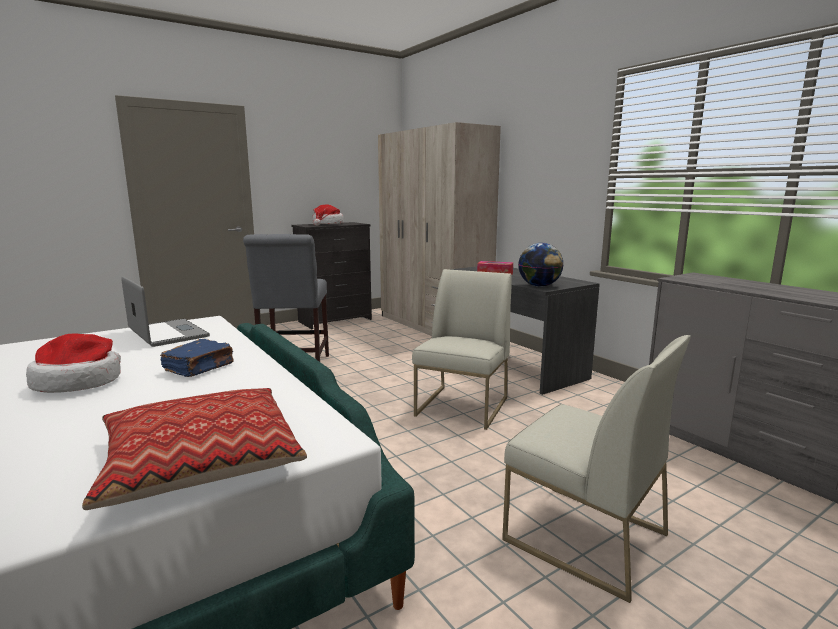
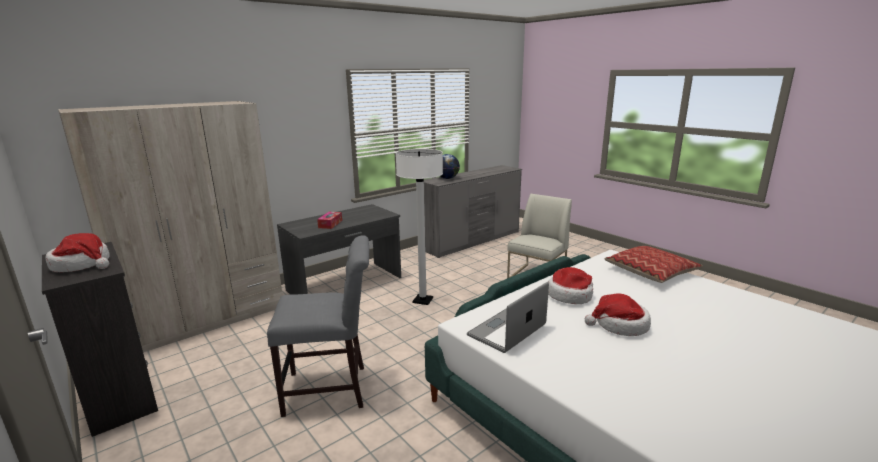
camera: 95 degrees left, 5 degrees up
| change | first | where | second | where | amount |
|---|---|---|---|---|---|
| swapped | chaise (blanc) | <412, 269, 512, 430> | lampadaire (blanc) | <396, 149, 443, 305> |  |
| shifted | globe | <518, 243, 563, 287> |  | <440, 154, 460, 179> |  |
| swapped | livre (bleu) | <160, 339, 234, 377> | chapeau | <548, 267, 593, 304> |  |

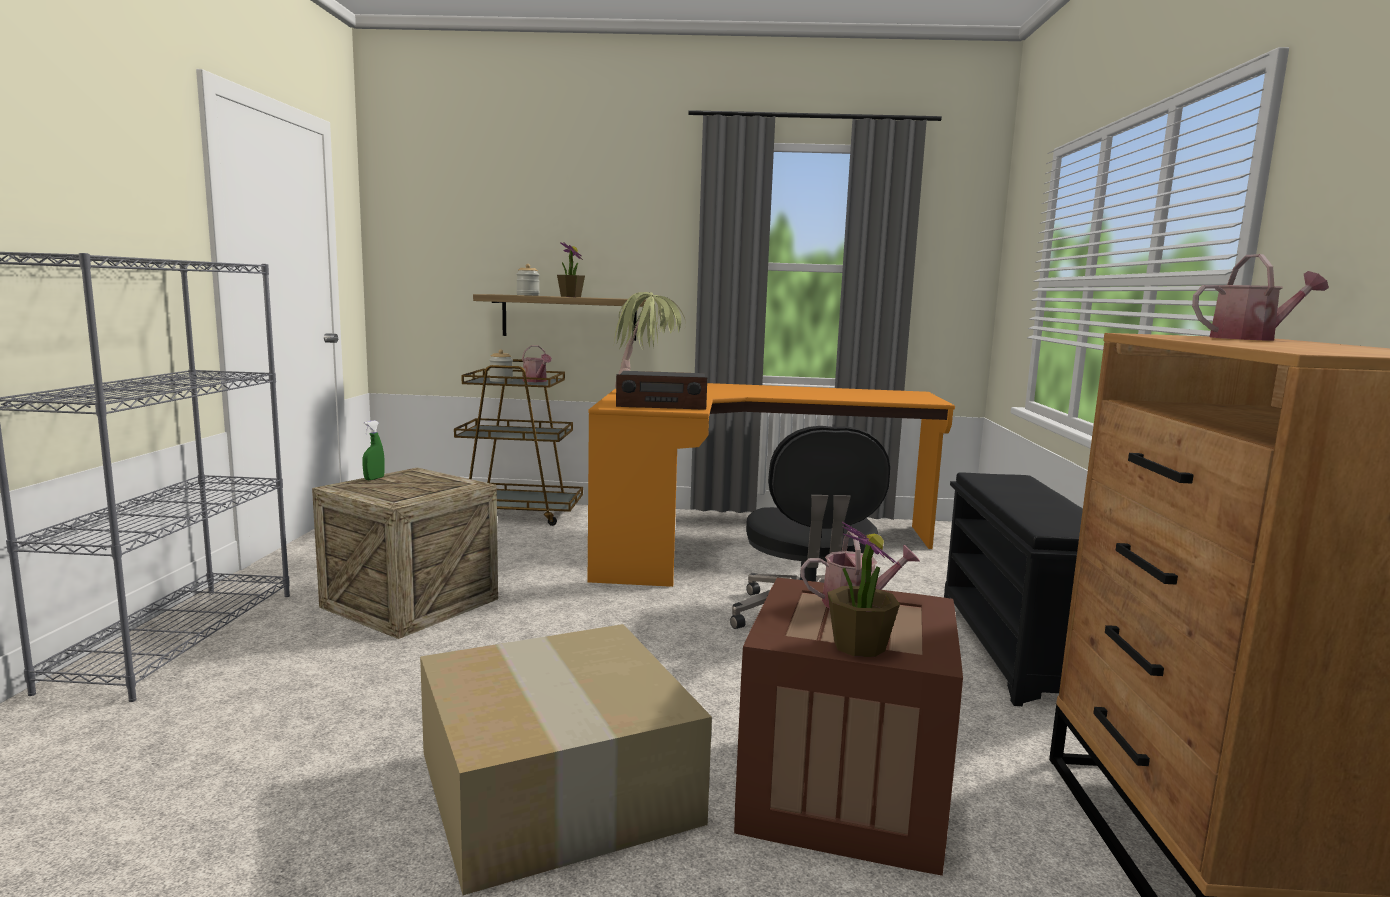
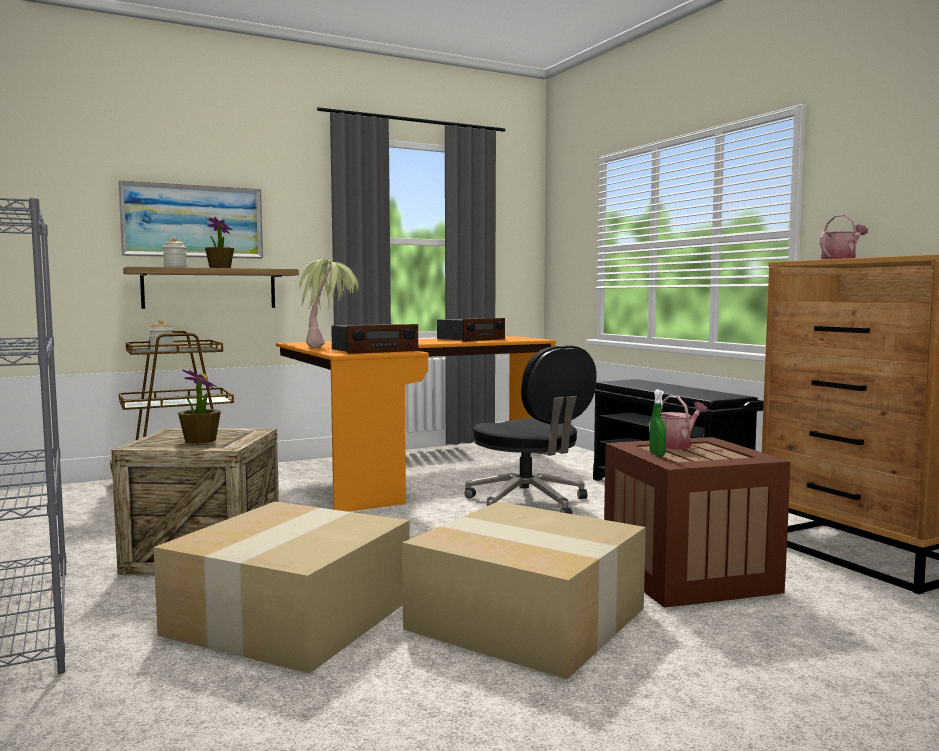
camera: 30 degrees left, 5 degrees down
| change | first | where | second | where | amount |
|---|---|---|---|---|---|
| new |  |  | tableau | <118, 180, 263, 259> |  |
| new |  |  | carton | <154, 502, 410, 674> |  |
| shifted | plante en pot | <827, 522, 900, 657> |  | <178, 370, 221, 444> |  |
| new |  |  | radio | <437, 318, 505, 342> |  |
| shifted | vaporisateur (vert) | <363, 420, 385, 480> |  | <649, 390, 666, 456> |  |
| gone | arrosoir | <522, 346, 552, 382> |  |  |  |

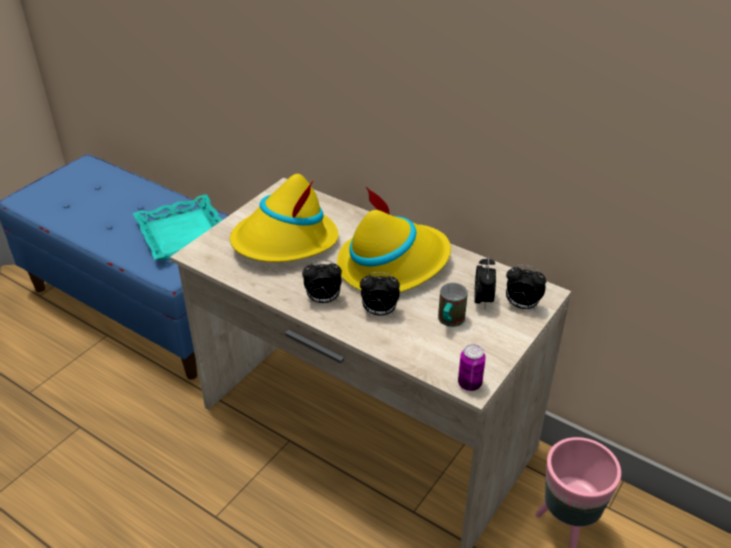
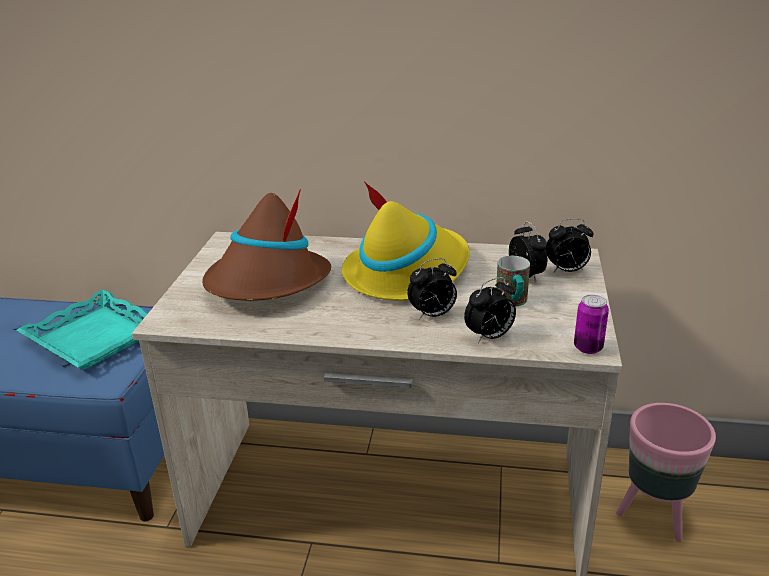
camera: 25 degrees left, 10 degrees down
| change | first | where | second | where | amount |
|---|---|---|---|---|---|
| repainted | chapeau (jaune) | <230, 174, 338, 262> | chapeau (marron) | <202, 188, 331, 301> |  |
| shifted | réveil | <302, 260, 342, 303> |  | <464, 277, 516, 343> |  |

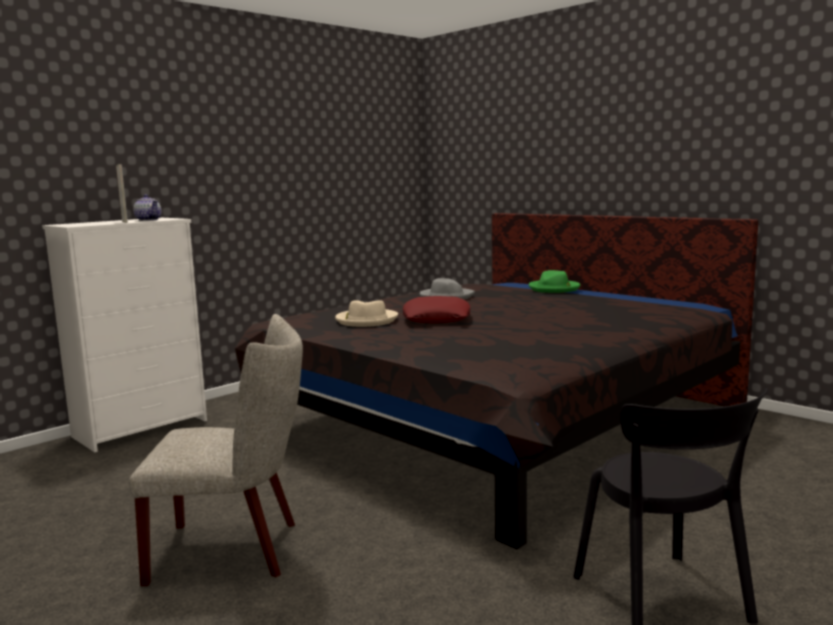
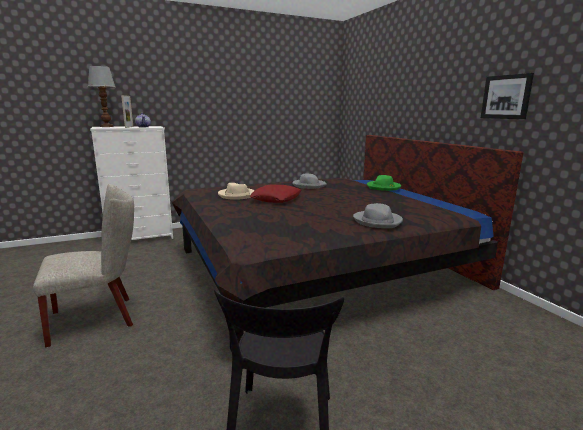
camera: 20 degrees right, 5 degrees up
| change | first | where | second | where | amount |
|---|---|---|---|---|---|
| rotated | chaise (beige) | <129, 314, 303, 586> |  | <33, 184, 134, 348> | 45 degrees counterclockwise |
| new |  |  | lampe de table | <88, 66, 115, 127> |  |
| new |  |  | chapeau (gris) | <353, 203, 403, 228> |  |
| new |  |  | tableau | <481, 73, 534, 119> |  |

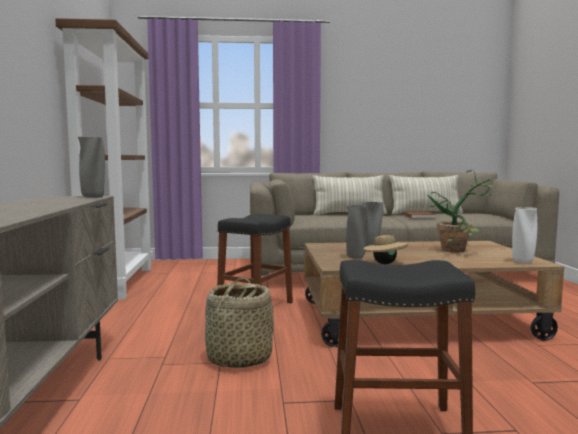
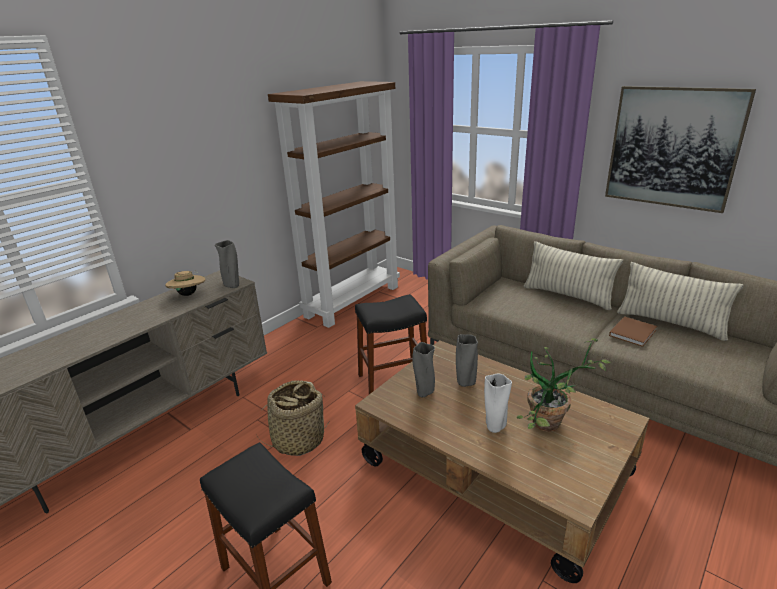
camera: 45 degrees right, 20 degrees up
| change | first | where | second | where | amount |
|---|---|---|---|---|---|
| shifted | chapeau (beige) | <363, 233, 408, 264> |  | <165, 270, 205, 296> |  |
| shifted | vase (blanc) | <512, 207, 537, 263> |  | <484, 374, 512, 433> |  |
| new |  |  | tableau | <605, 86, 756, 213> |  |

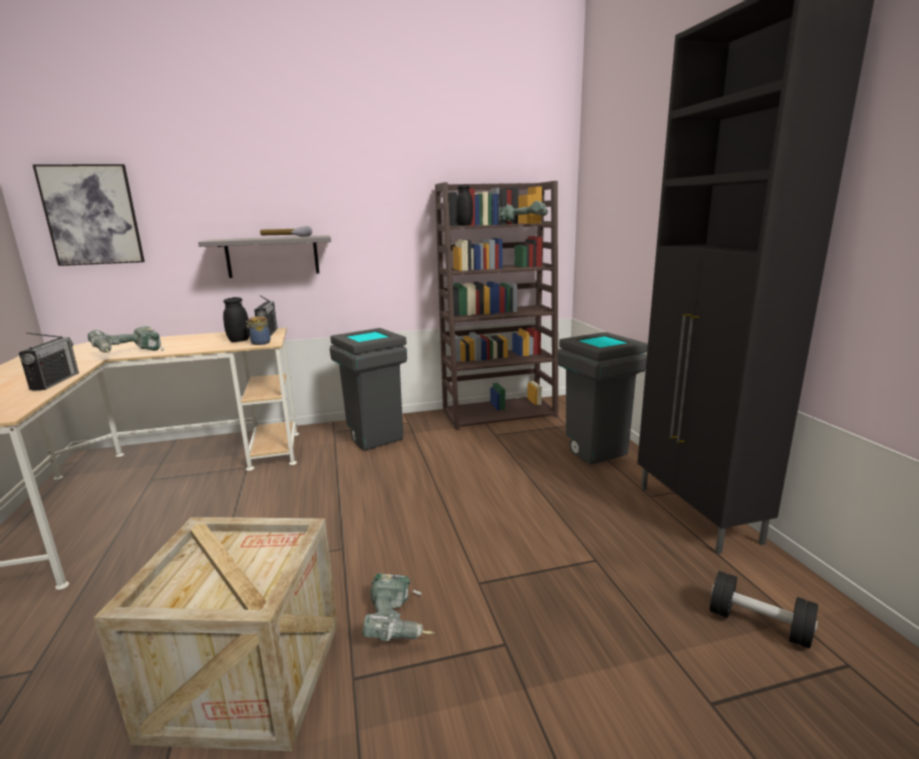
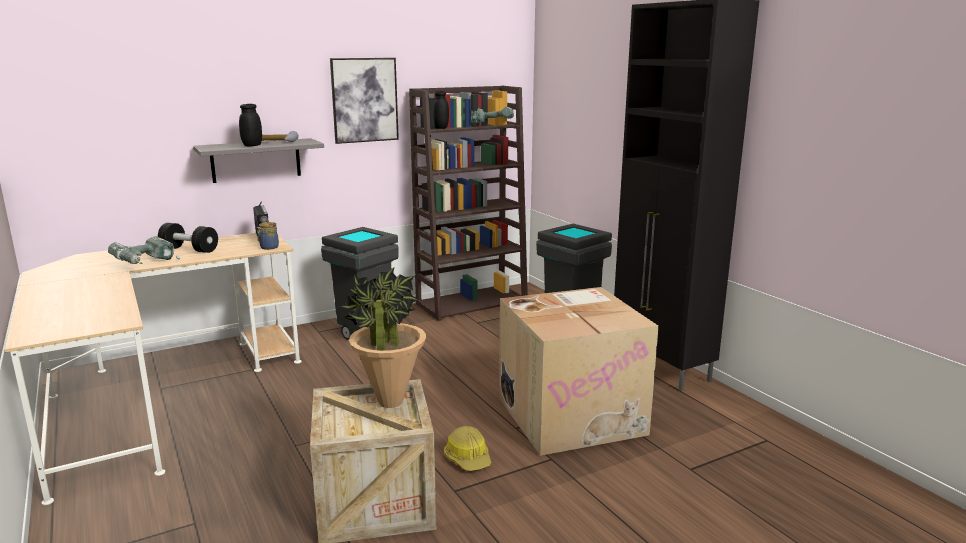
camera: 15 degrees left, 0 degrees up
| change | first | where | second | where | amount |
|---|---|---|---|---|---|
| shifted | haltère (noir) | <710, 571, 818, 649> |  | <158, 223, 218, 253> |  |
| shifted | bocal (noir) | <223, 297, 250, 342> |  | <239, 104, 262, 146> |  |
| shifted | tableau | <33, 164, 145, 266> |  | <330, 58, 399, 144> |  |
| new |  |  | plante en pot | <340, 267, 426, 408> |  |
| swapped | perceuse | <362, 574, 435, 641> | casque de chantier | <444, 426, 492, 471> |  |
| new |  |  | carton | <499, 287, 659, 456> |  |
| gone | radio | <19, 332, 79, 391> |  |  |  |

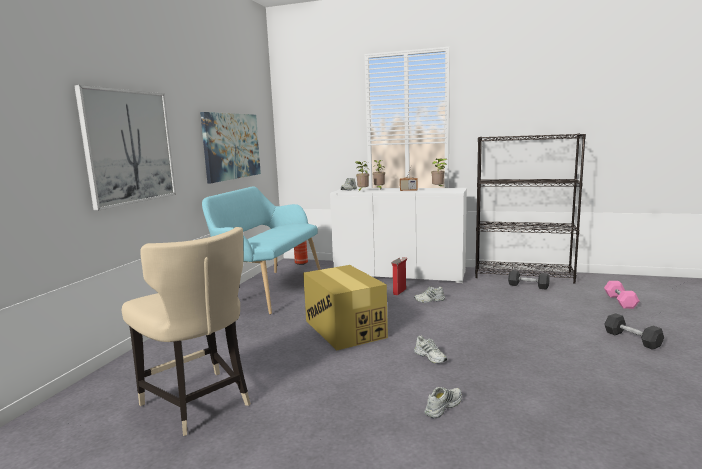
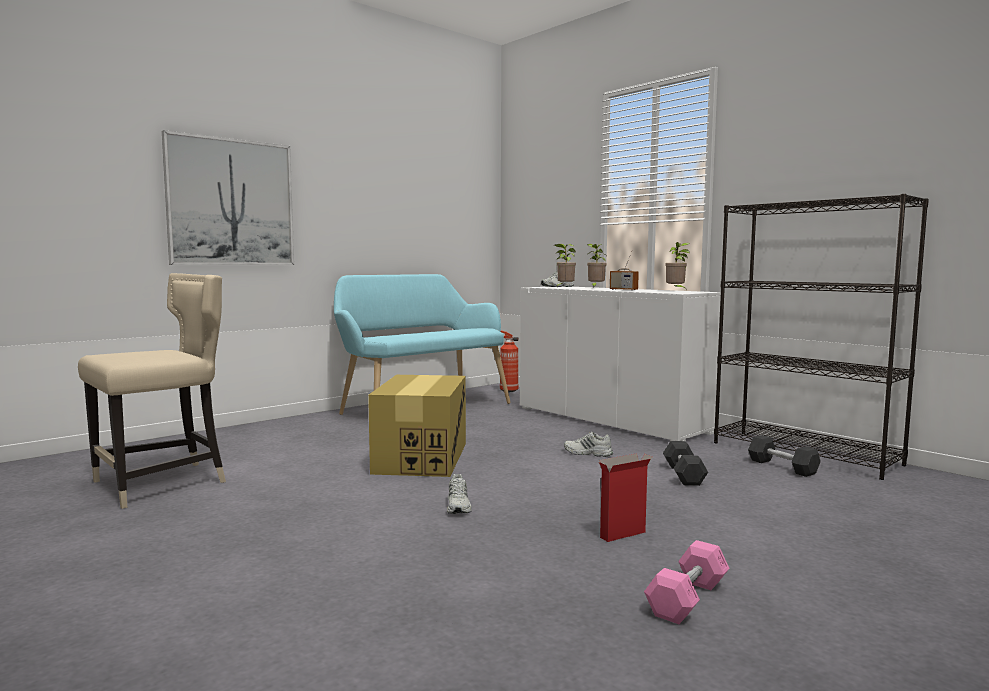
camera: 30 degrees right, 5 degrees down
| change | first | where | second | where | amount |
|---|---|---|---|---|---|
| rotated | chaise (beige) | <122, 227, 251, 436> |  | <78, 273, 226, 509> | 120 degrees counterclockwise |
| shifted | carton | <391, 257, 407, 295> |  | <599, 454, 652, 542> |  |
| shifted | haltère (rose) | <604, 281, 639, 309> |  | <644, 540, 729, 624> |  |
| shifted | haltère (gris) | <605, 313, 664, 350> |  | <663, 441, 708, 486> |  |
| gone | tableau | <200, 112, 261, 183> |  |  |  |
| gone | chaussure (blanc) | <424, 387, 462, 418> |  |  |  |

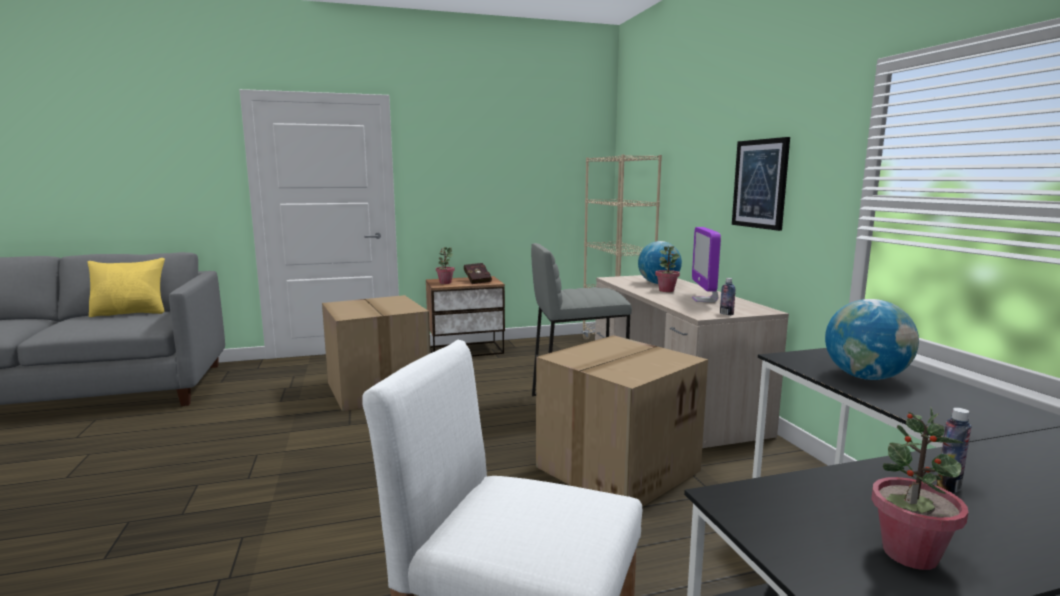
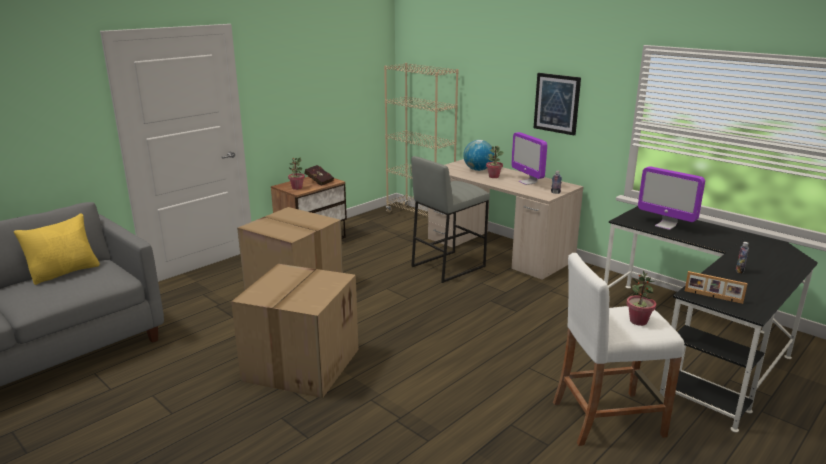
camera: 30 degrees left, 10 degrees up
| change | first | where | second | where | amount |
|---|---|---|---|---|---|
| shifted | carton | <536, 335, 708, 507> |  | <231, 264, 359, 398> |  |
| shifted | plante en pot | <871, 407, 968, 570> |  | <626, 271, 656, 326> |  |
| swapped | globe | <825, 299, 919, 380> | écran d'ordinateur | <638, 166, 705, 230> |  |
| new |  |  | cadre photo | <685, 271, 748, 304> |  |

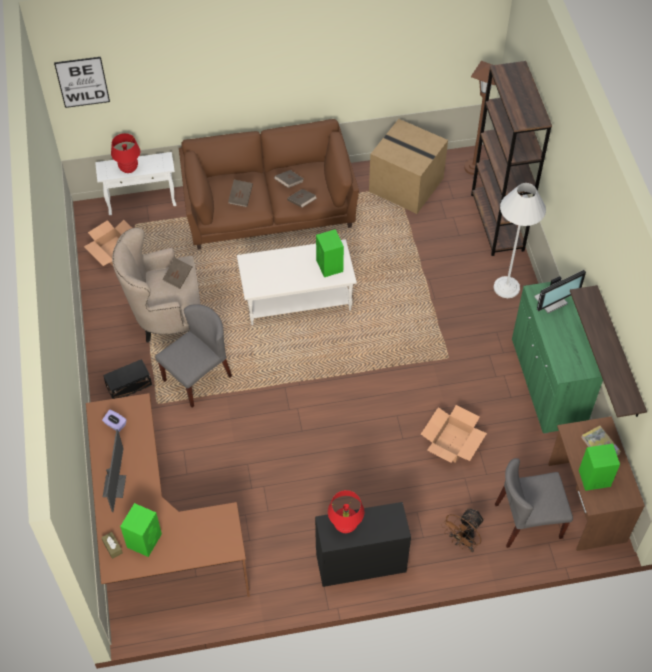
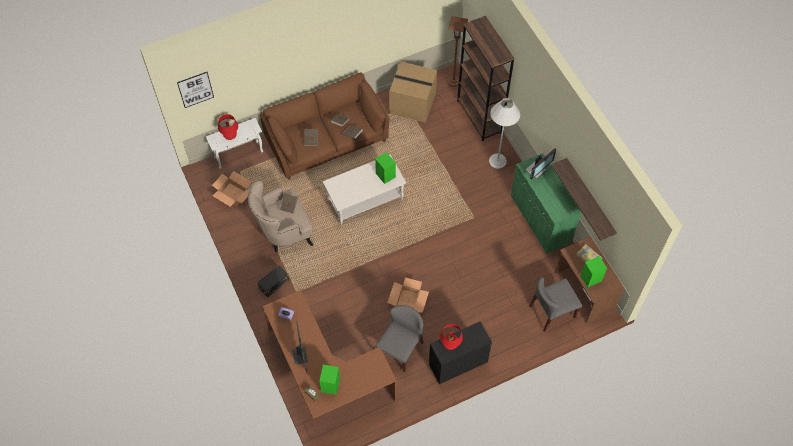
camera: 15 degrees left, 5 degrees up
| change | first | where | second | where | amount |
|---|---|---|---|---|---|
| shifted | chaise (gris) | <155, 304, 232, 407> |  | <375, 305, 424, 372> |  |
| shifted | carton | <421, 405, 487, 463> |  | <387, 277, 429, 313> |  |
| gone | ventilateur (marron) | <441, 508, 484, 552> |  |  |  |

